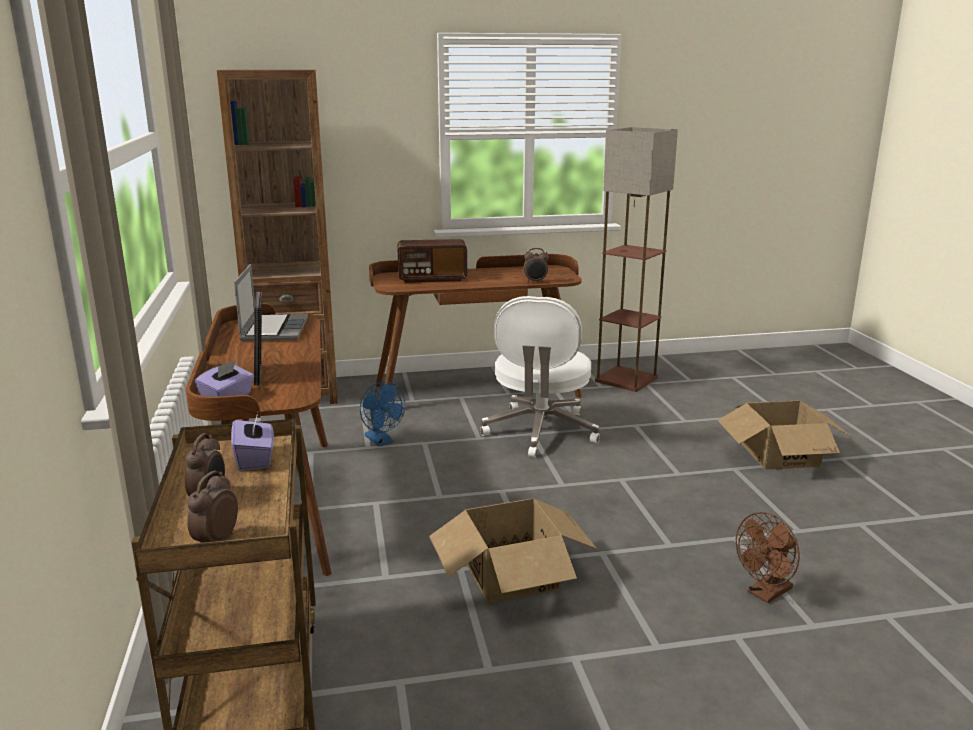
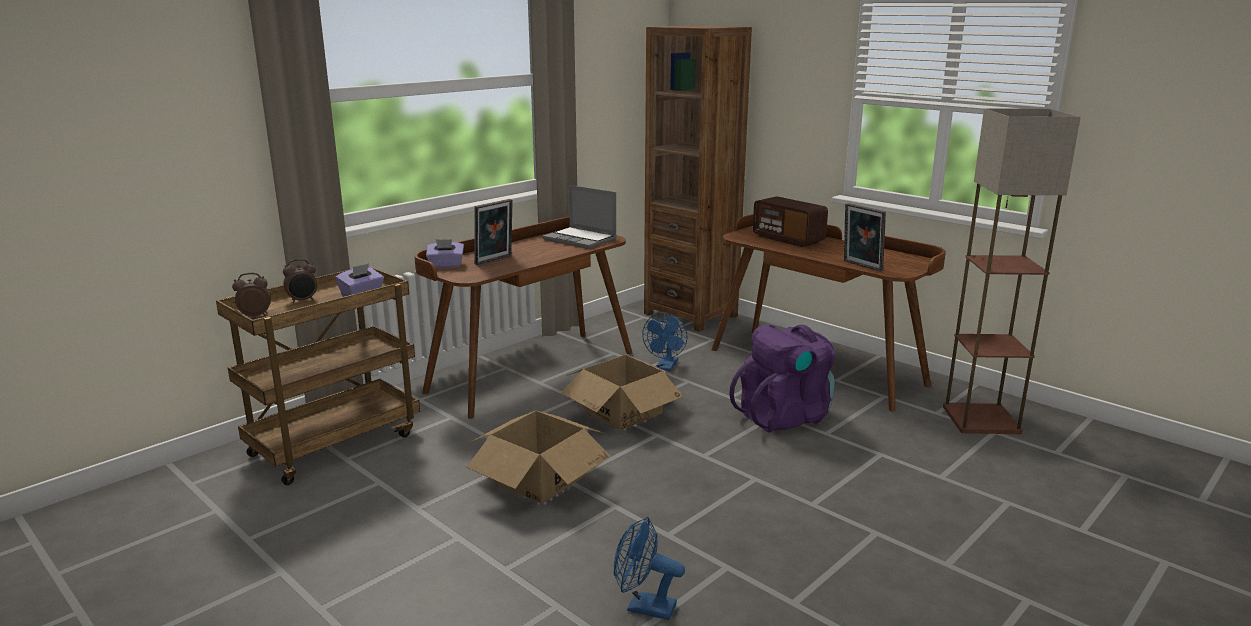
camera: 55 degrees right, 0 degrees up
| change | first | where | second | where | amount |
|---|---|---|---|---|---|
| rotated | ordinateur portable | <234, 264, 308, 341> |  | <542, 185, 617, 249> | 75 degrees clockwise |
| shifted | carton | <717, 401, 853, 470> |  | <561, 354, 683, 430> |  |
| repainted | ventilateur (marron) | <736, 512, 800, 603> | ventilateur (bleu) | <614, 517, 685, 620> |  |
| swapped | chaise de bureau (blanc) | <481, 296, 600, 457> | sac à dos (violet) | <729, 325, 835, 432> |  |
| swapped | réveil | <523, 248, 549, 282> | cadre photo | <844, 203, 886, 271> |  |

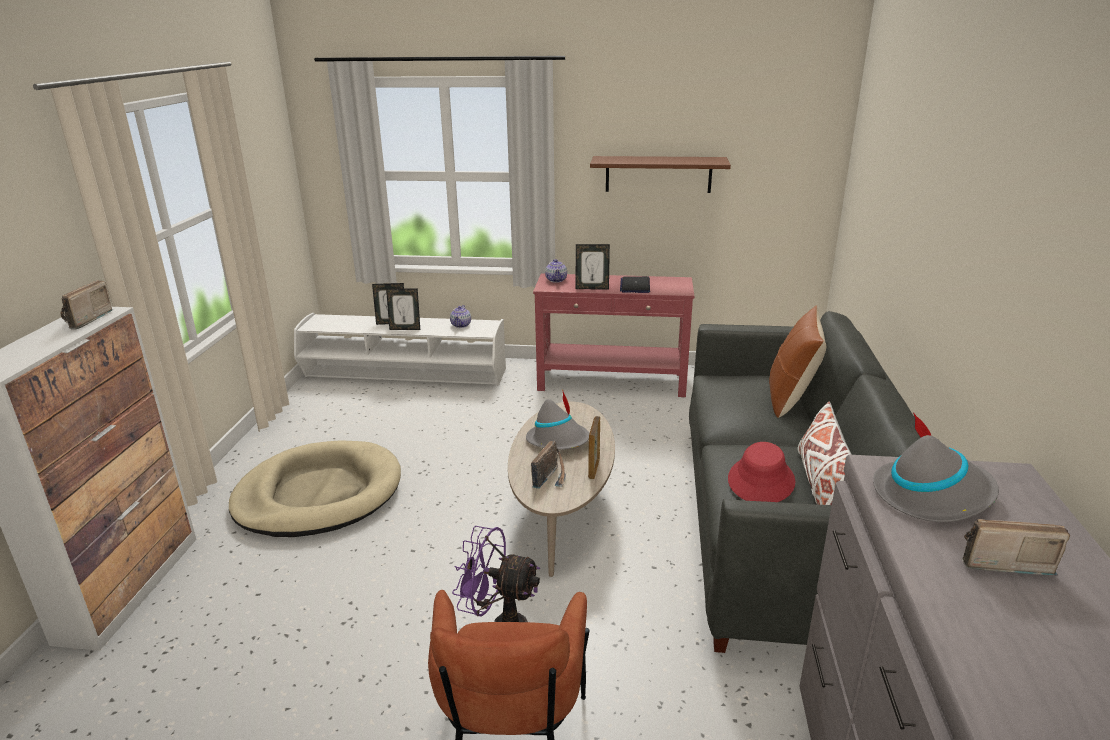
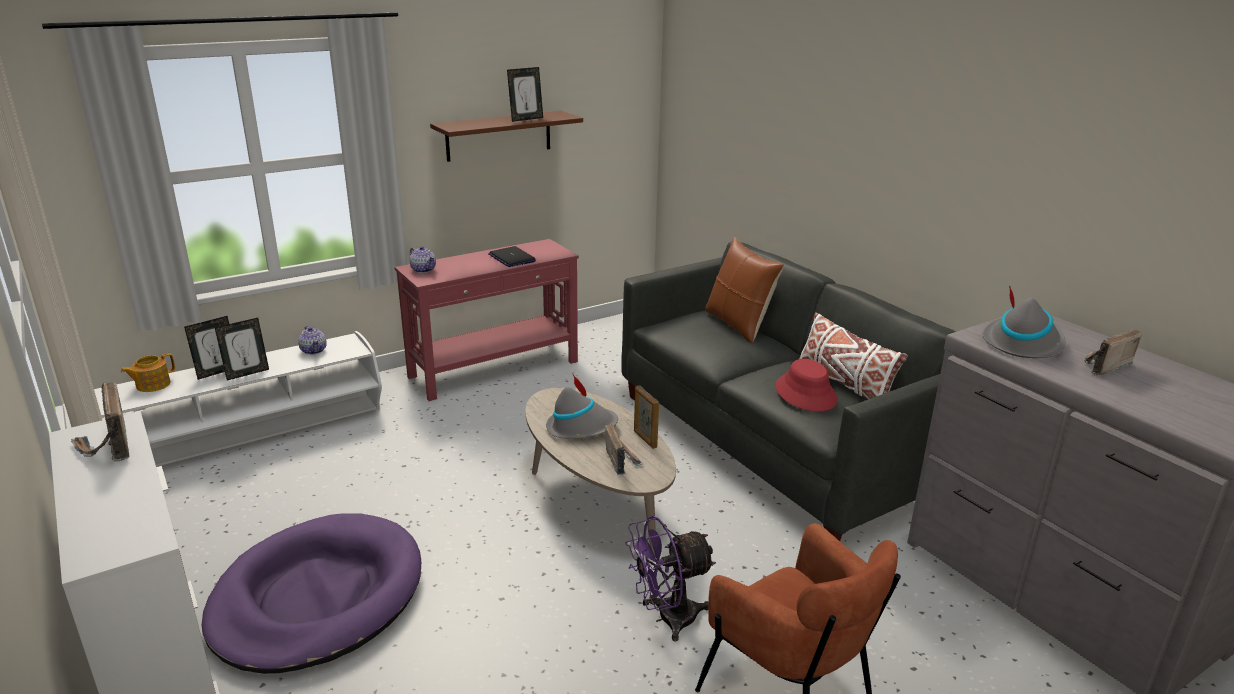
camera: 40 degrees left, 0 degrees up
| change | first | where | second | where | amount |
|---|---|---|---|---|---|
| new |  |  | théière | <121, 353, 175, 392> |  |
| repainted | panier pour chien (beige) | <229, 440, 401, 537> | panier pour chien (violet) | <201, 513, 421, 674> |  |
| shifted | cadre photo | <576, 244, 610, 289> |  | <507, 67, 543, 122> |  |

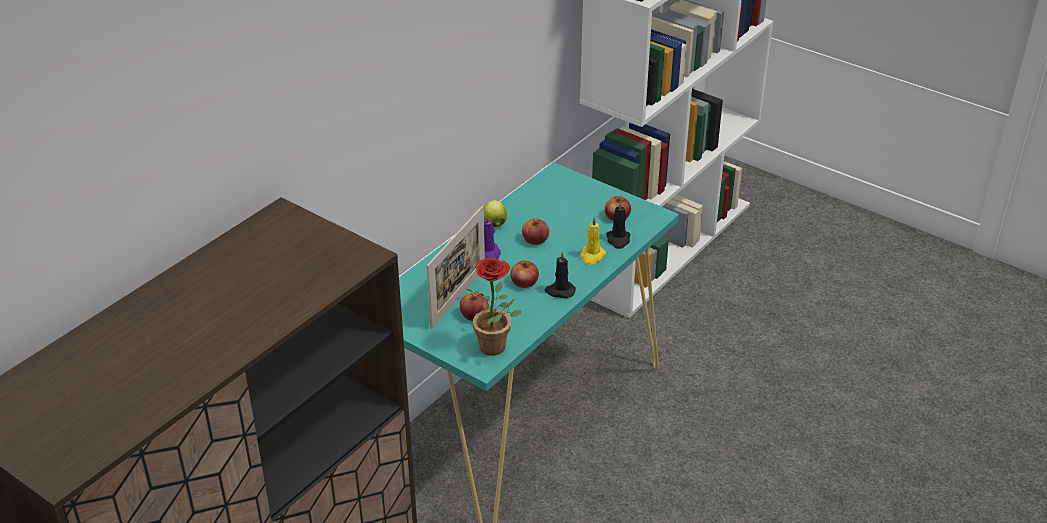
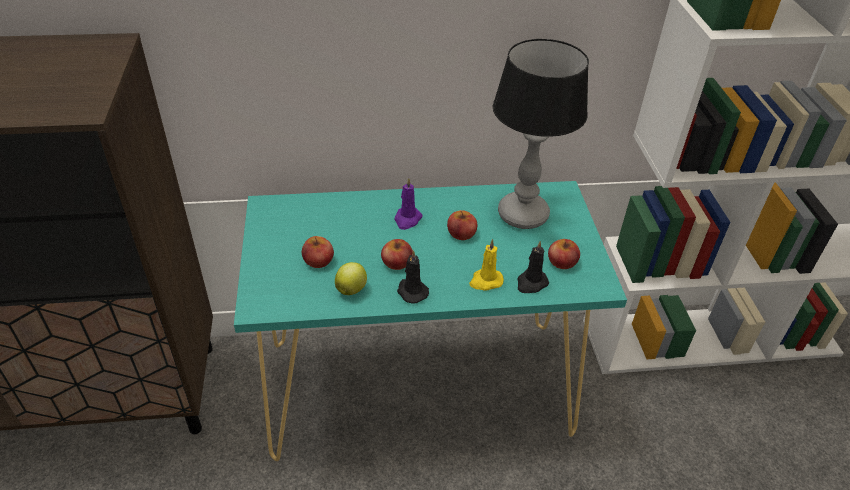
camera: 45 degrees right, 5 degrees up
| change | first | where | second | where | amount |
|---|---|---|---|---|---|
| shifted | pomme | <484, 200, 507, 227> |  | <335, 262, 367, 295> |  |
| new |  |  | lampe de table | <493, 39, 589, 229> |  |
| gone | cadre photo | <427, 206, 485, 329> |  |  |  |
| gone | plante en pot | <467, 258, 521, 356> |  |  |  |

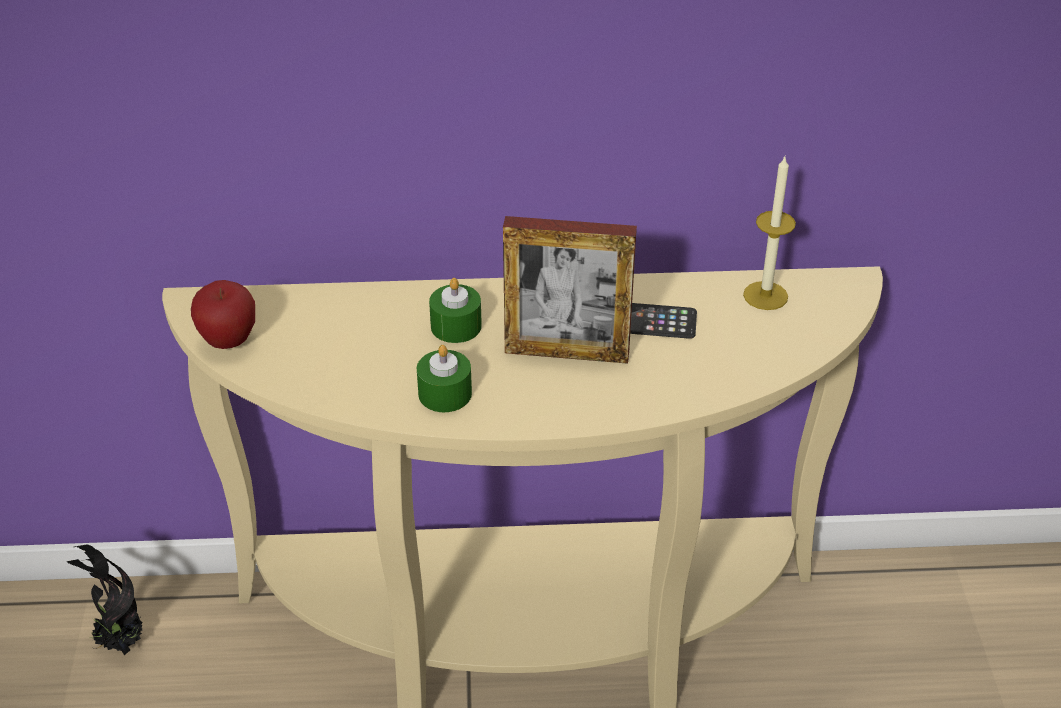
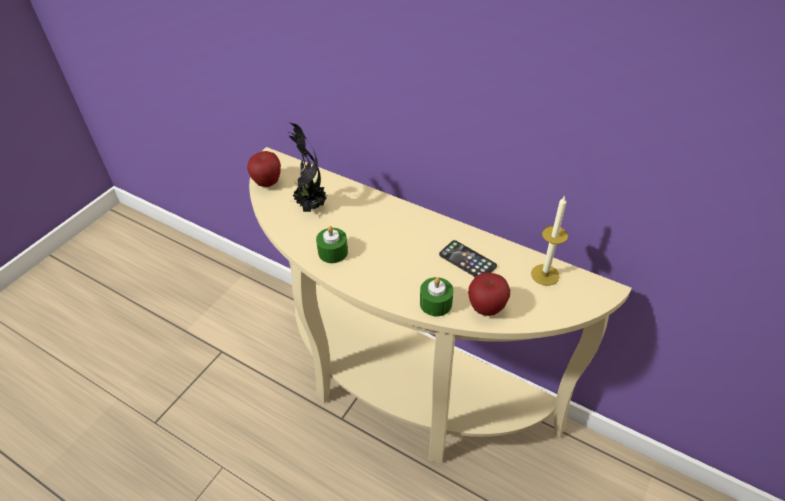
camera: 35 degrees right, 5 degrees up
| change | first | where | second | where | amount |
|---|---|---|---|---|---|
| shifted | plante en pot | <66, 544, 143, 655> |  | <288, 122, 328, 212> |  |
| shifted | bougie (vert) | <429, 278, 482, 343> |  | <420, 277, 453, 316> |  |
| new |  |  | pomme | <468, 273, 510, 316> |  |
| gone | cadre photo | <503, 216, 637, 364> |  |  |  |

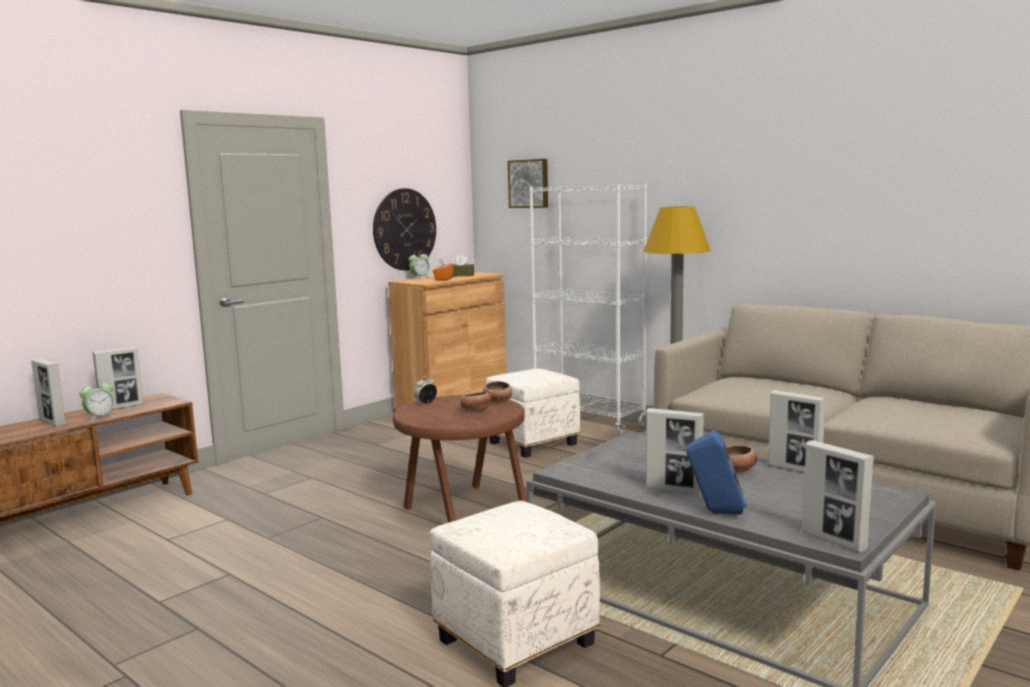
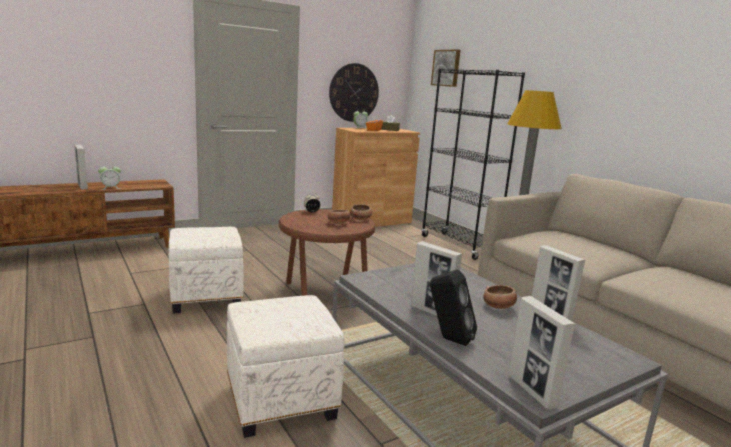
camera: 15 degrees right, 5 degrees up
| change | first | where | second | where | amount |
|---|---|---|---|---|---|
| shifted | pouf (blanc) | <485, 368, 580, 458> |  | <168, 227, 244, 314> |  |
| repainted | bibliothèque (blanc) | <529, 184, 647, 435> | bibliothèque (noir) | <422, 68, 525, 260> |  |
| repainted | enceinte (bleu) | <687, 430, 746, 514> | enceinte (noir) | <430, 269, 477, 346> |  |
| gone | cadre photo | <93, 347, 143, 410> |  |  |  |

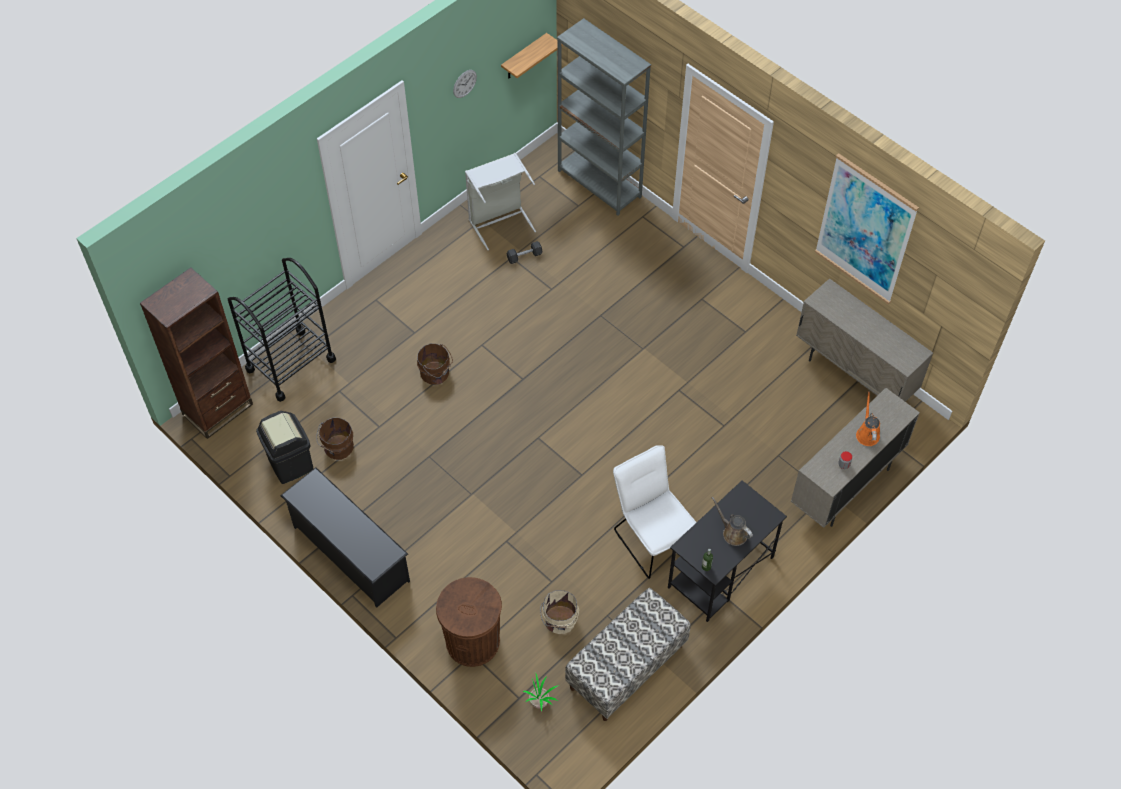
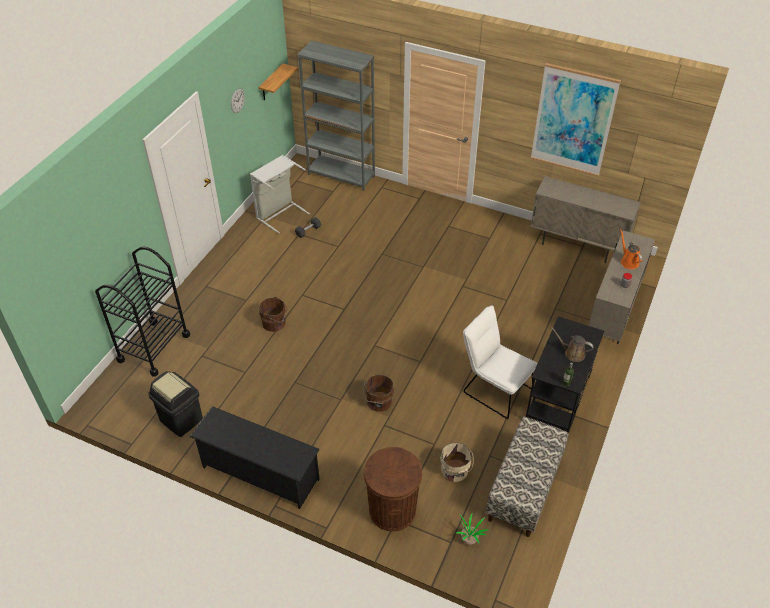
camera: 20 degrees left, 10 degrees down
| change | first | where | second | where | amount |
|---|---|---|---|---|---|
| shifted | seau (marron) | <316, 418, 354, 460> |  | <363, 375, 394, 412> |  |
| gone | bibliothèque (marron) | <140, 267, 253, 439> |  |  |  |

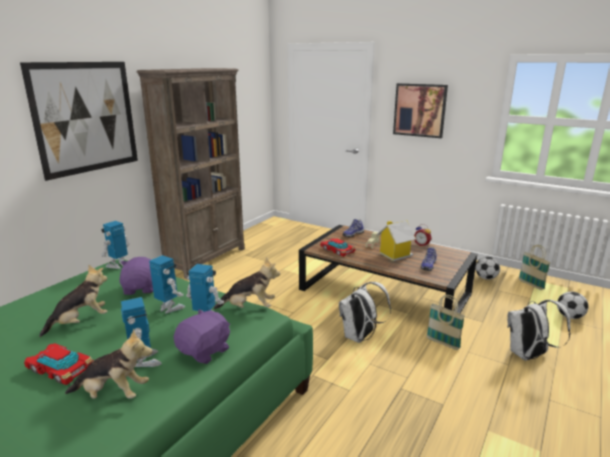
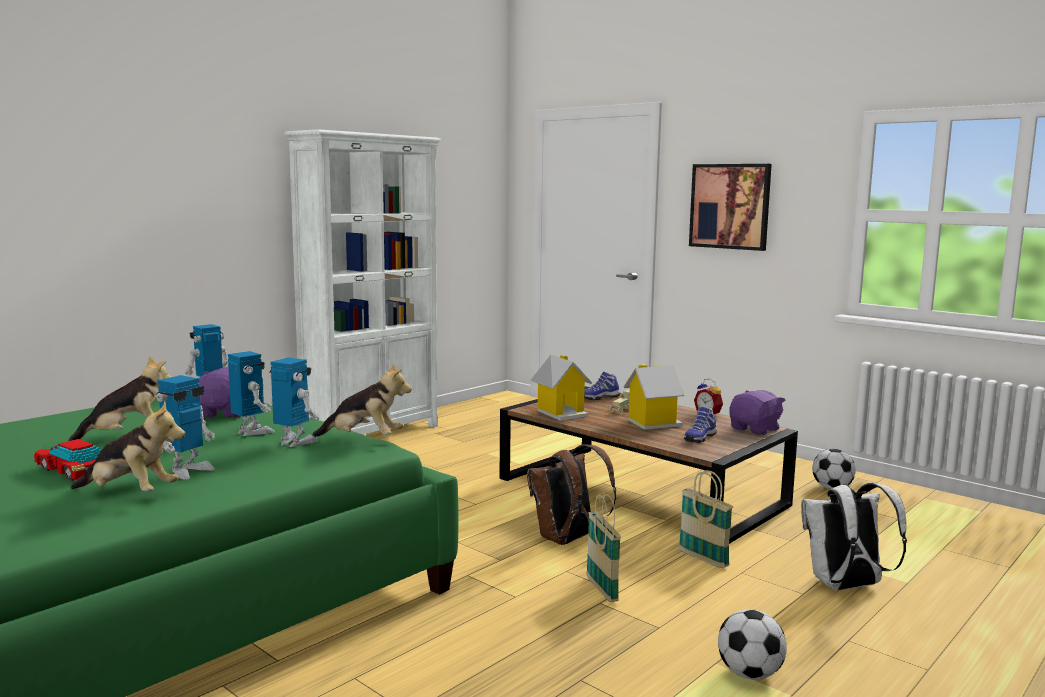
camera: 10 degrees right, 10 degrees down
| change | first | where | second | where | amount |
|---|---|---|---|---|---|
| rotated | robot jouet | <121, 297, 162, 367> |  | <156, 375, 215, 480> | 45 degrees clockwise |
| repainted | bibliothèque (marron) | <137, 68, 245, 279> | bibliothèque (blanc) | <285, 129, 441, 434> |  |
| repainted | sac à dos (blanc) | <339, 282, 391, 343> | sac à dos (marron) | <527, 444, 616, 545> |  |
| swapped | petite voiture | <321, 238, 356, 257> | maison miniature | <531, 355, 592, 421> |  |
| shifted | panier | <519, 245, 551, 290> |  | <586, 494, 621, 602> |  |
| shifted | ballon de foot | <557, 292, 589, 319> |  | <718, 609, 787, 680> |  |
| shifted | peluche (violet) | <174, 309, 230, 364> |  | <729, 390, 786, 435> |  |
| gone | tableau | <20, 62, 138, 181> |  |  |  |

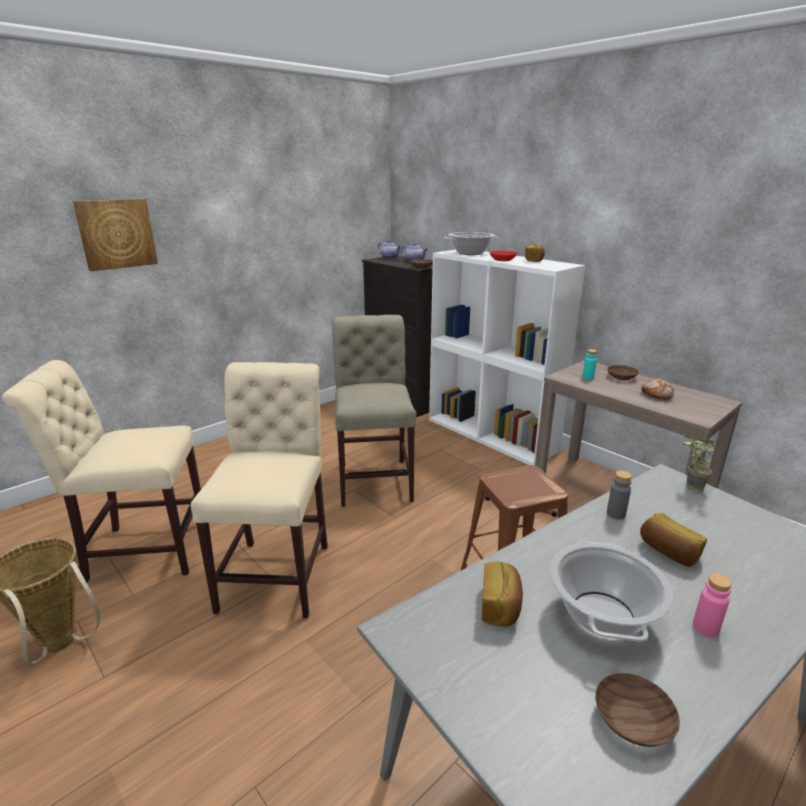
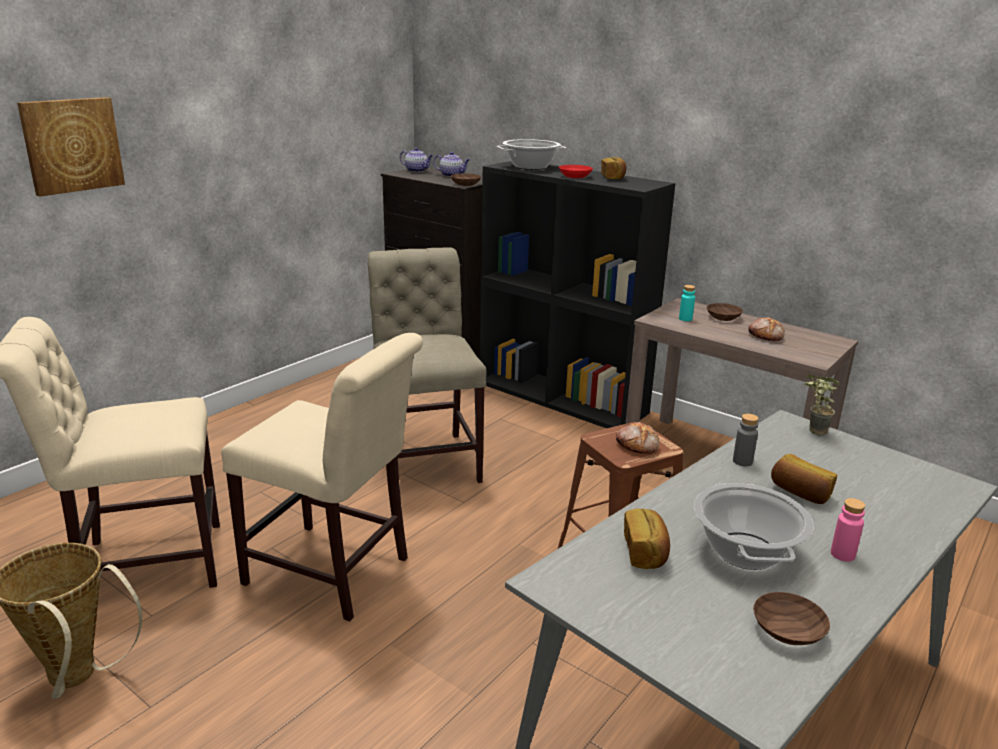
camera: 10 degrees left, 0 degrees up
| change | first | where | second | where | amount |
|---|---|---|---|---|---|
| rotated | chaise (beige) | <191, 362, 328, 618> |  | <221, 333, 423, 621> | 120 degrees clockwise |
| repainted | bibliothèque (blanc) | <429, 250, 586, 465> | bibliothèque (noir) | <479, 161, 675, 428> |  |
| new |  |  | pain | <616, 422, 659, 454> |  |

